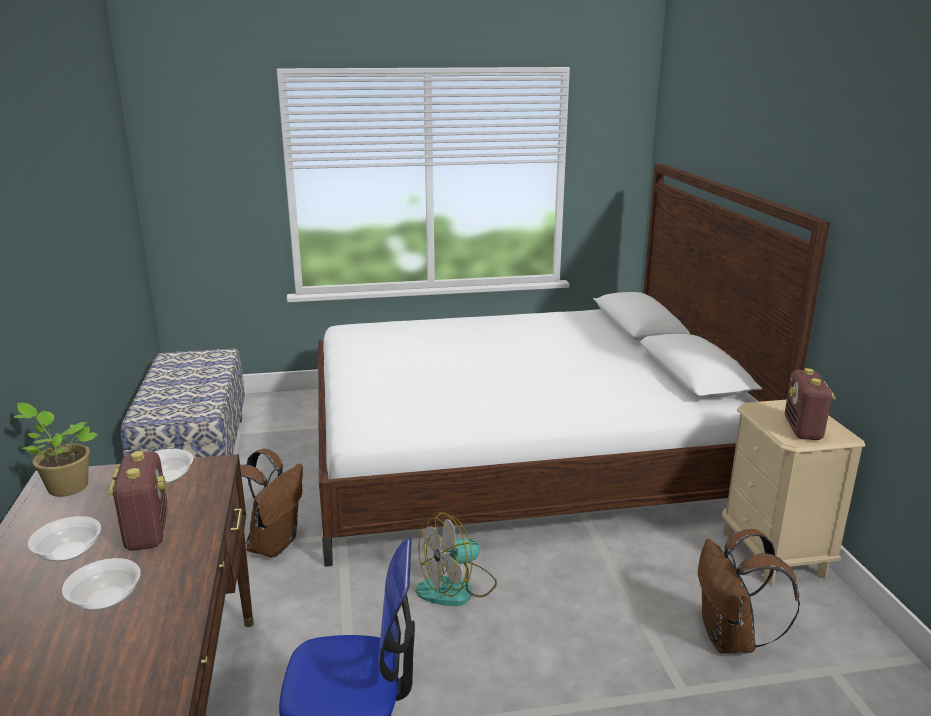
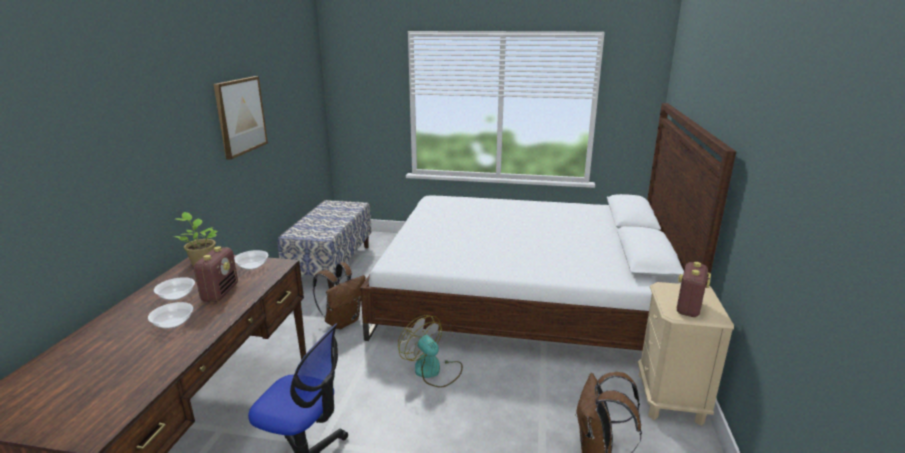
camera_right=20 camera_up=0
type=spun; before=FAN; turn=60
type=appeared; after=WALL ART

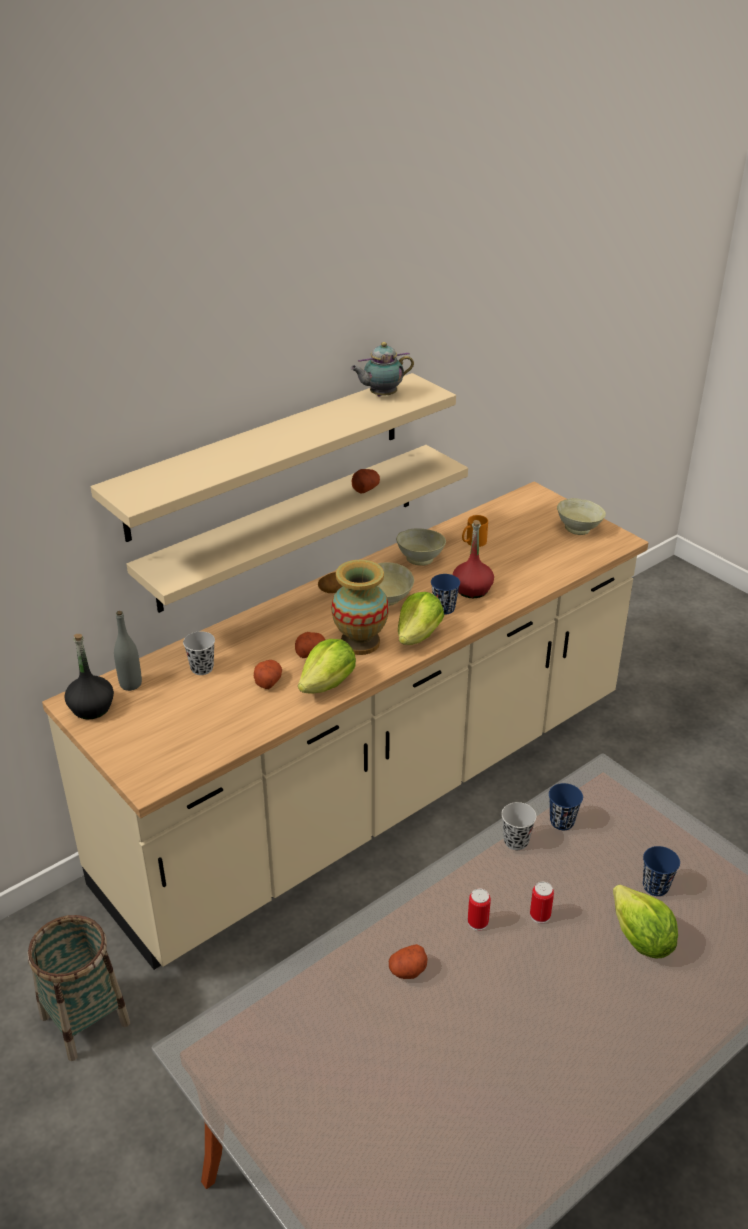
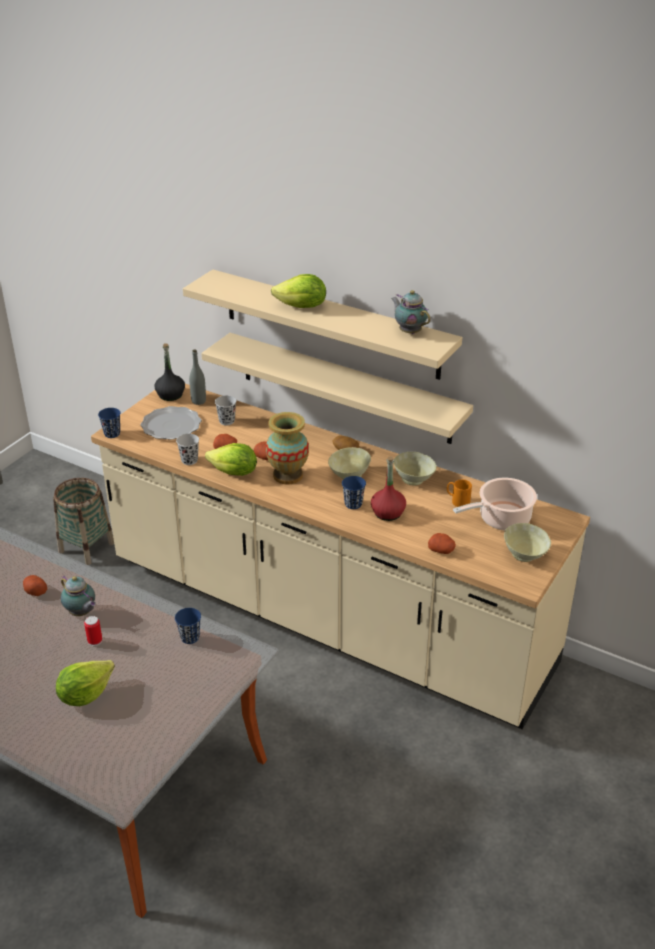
camera_right=70 camera_up=0
type=relocated; before=SPUD (no. 4 from left in the first image); after=SPUD (no. 5 from left)
type=relocated; before=HEAD OF LETTUCE (no. 2 from left in the first image); after=HEAD OF LETTUCE (no. 3 from left)
type=relocated; before=BLACK CUP (no. 2 from left in the first image); after=BLACK CUP (no. 1 from left)
type=relocated; before=BLUE-COLOURED CUP (no. 3 from left in the first image); after=BLUE-COLOURED CUP (no. 1 from left)
type=exchanged; before=SEALED CAN (no. 1 from left); after=TEAPOT (no. 1 from left)
type=appeared; after=PLATE
type=appeared; after=STOCKPOT

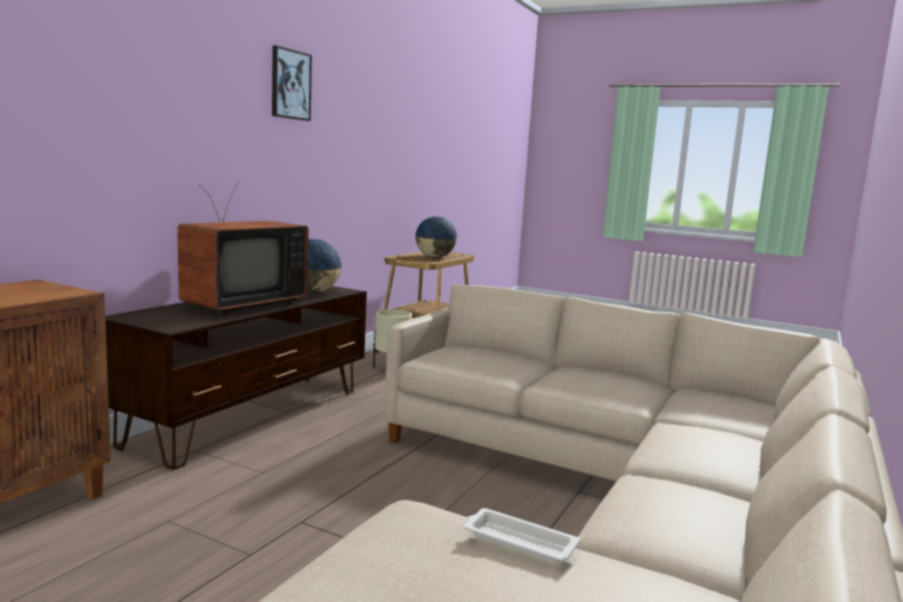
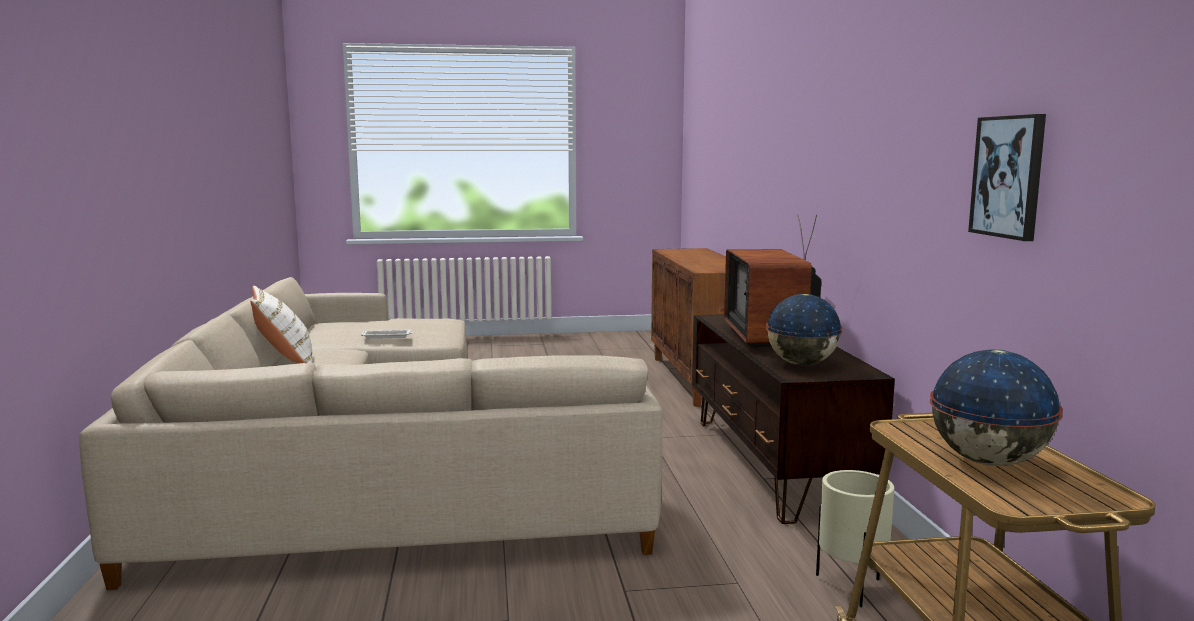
camera_right=145 camera_up=0
type=relocated; before=WALL ART
type=appeared; after=WHITE-COLOURED PILLOW

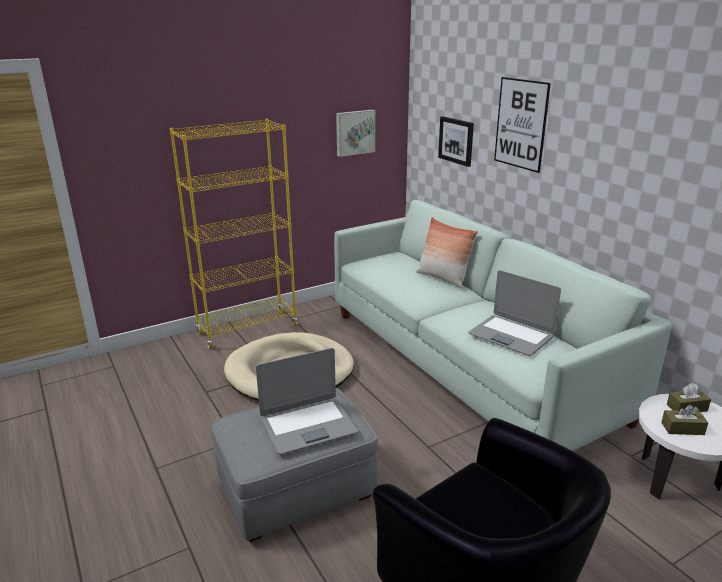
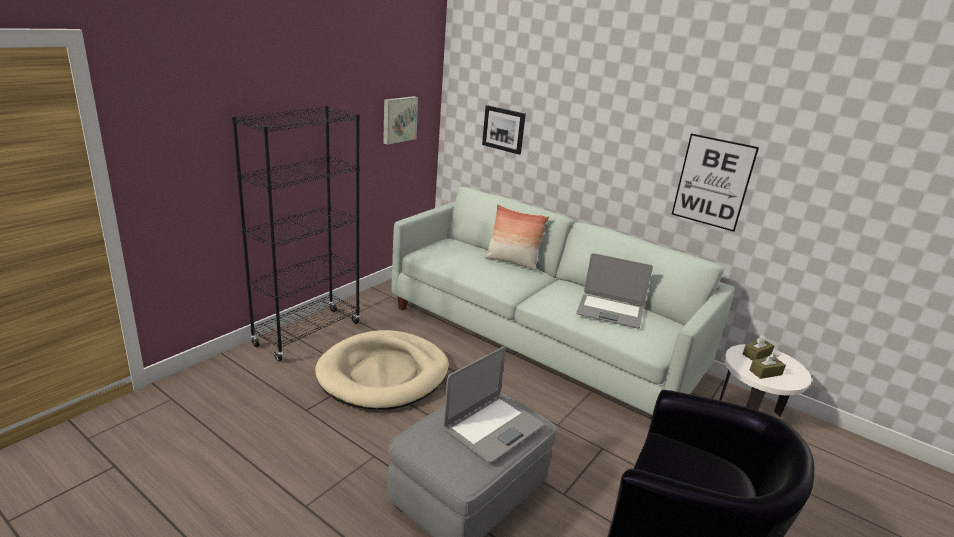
camera_right=-25 camera_up=0
type=relocated; before=WALL ART (no. 3 from left)
type=colour; before=YELLOWISH BOOKSHELF; after=BLACK BOOKSHELF

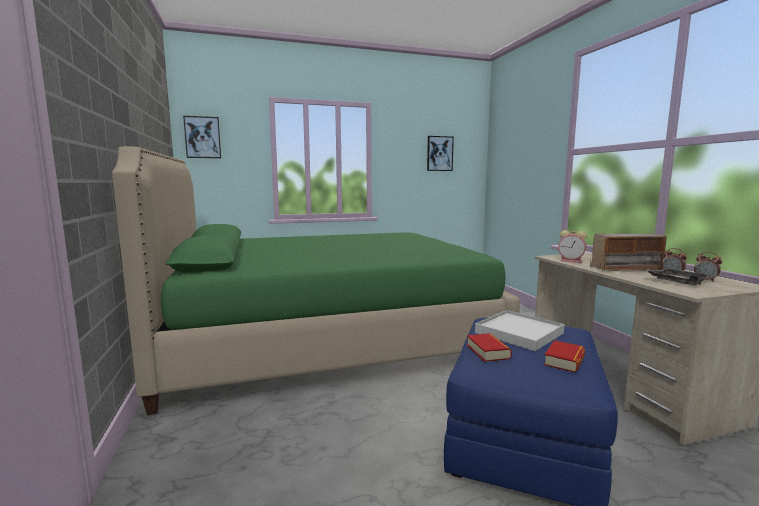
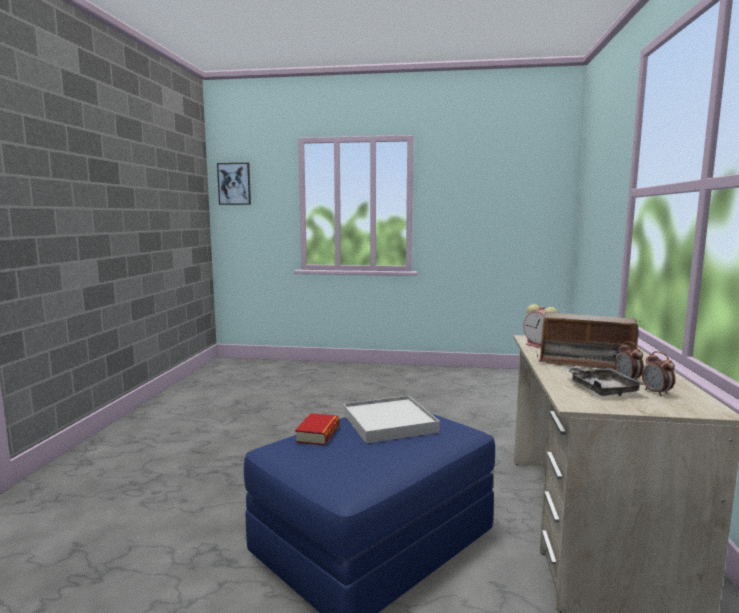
camera_right=25 camera_up=0
type=missing; before=WALL ART (no. 2 from left)
type=missing; before=GREEN BEDROOM BED
type=missing; before=VOLUME (no. 2 from left)

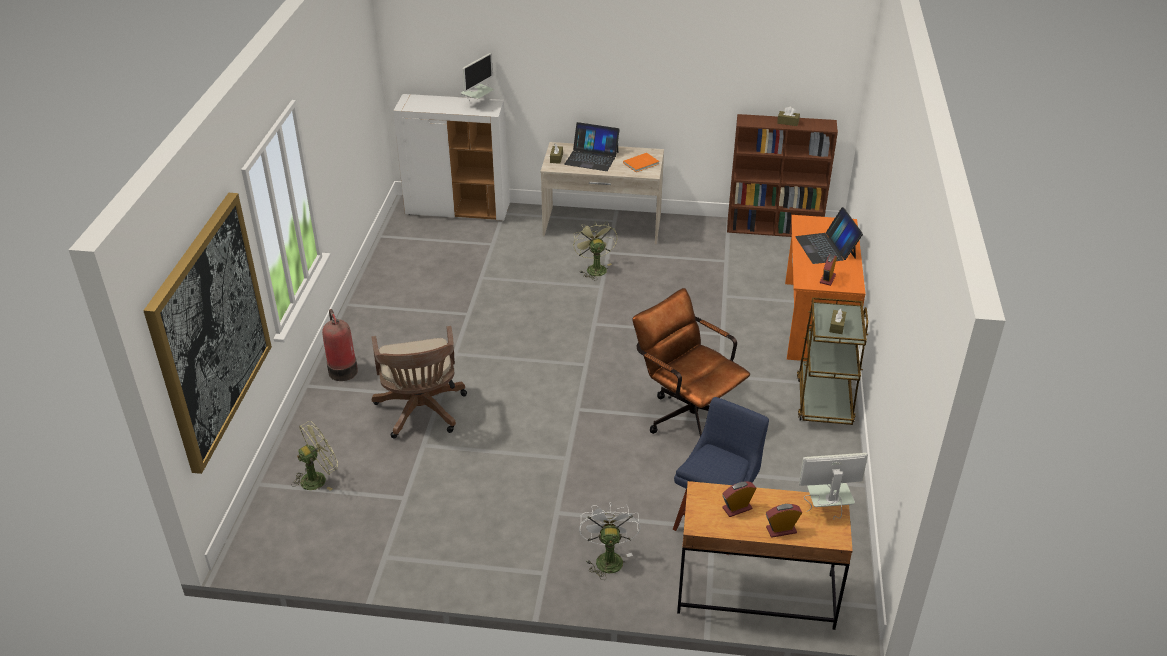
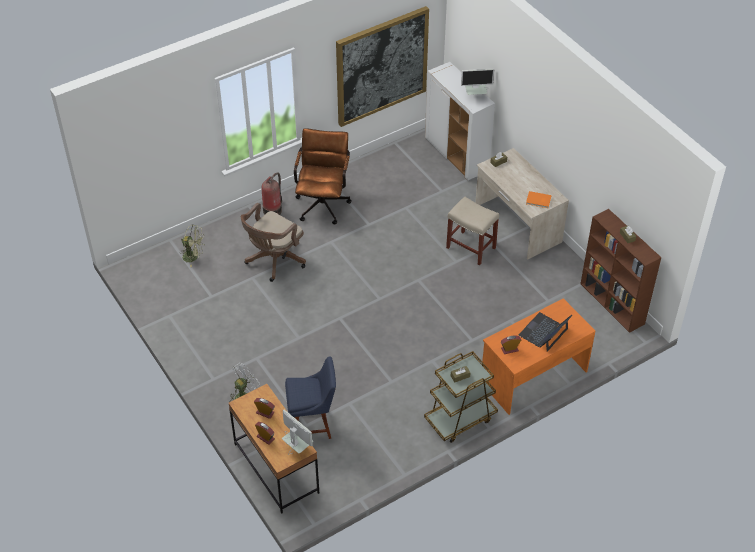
camera_right=50 camera_up=10
type=missing; before=NOTEBOOK COMPUTER (no. 1 from left)
type=relocated; before=WALL ART
type=exchanged; before=GREEN FAN (no. 2 from left); after=SAND-COLOURED SITTING STOOL
type=relocated; before=BROWN DESK CHAIR (no. 2 from left)

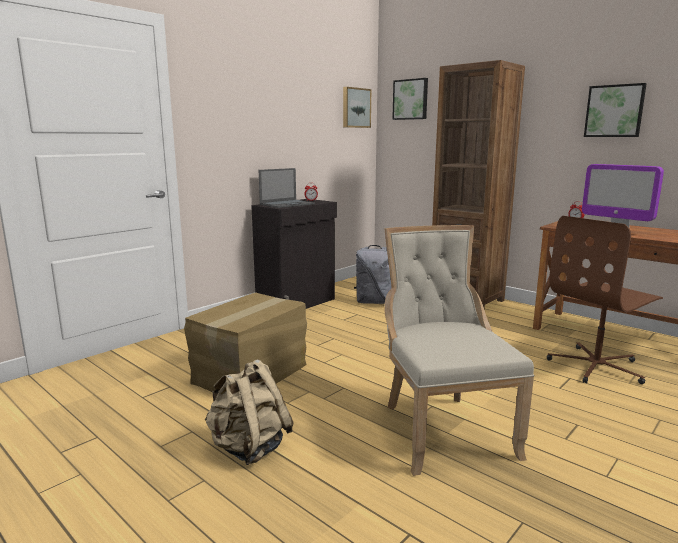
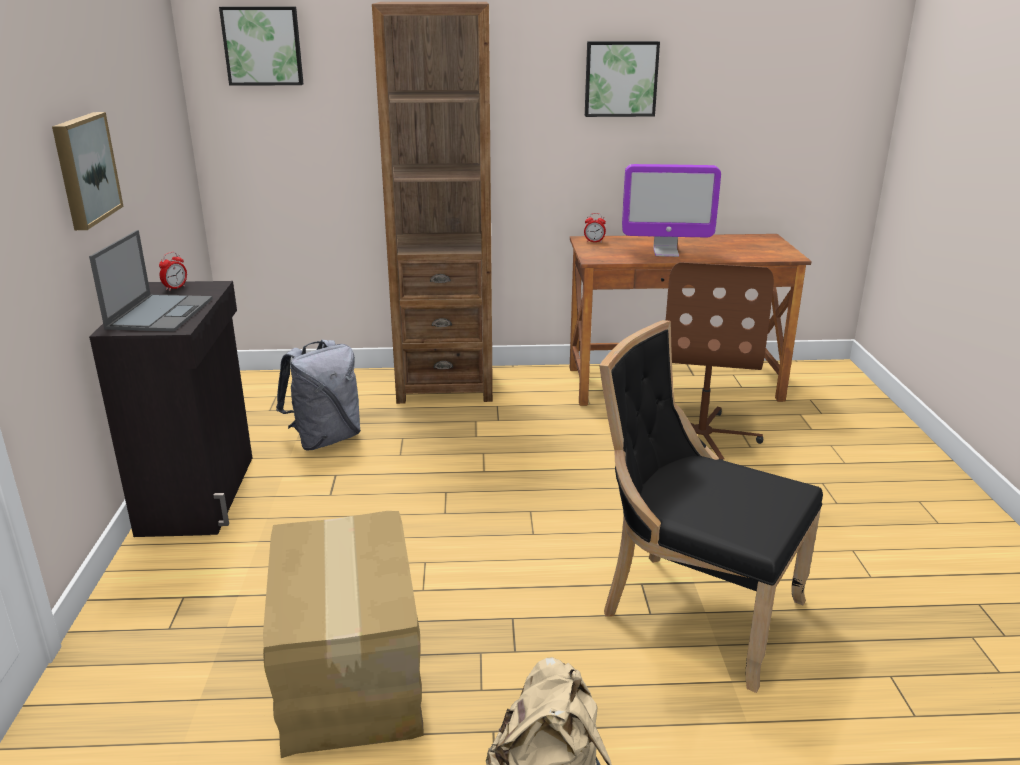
camera_right=-45 camera_up=10
type=relocated; before=WALL ART (no. 1 from left)
type=colour; before=SAND-COLOURED PLAIN CHAIR; after=BLACK PLAIN CHAIR

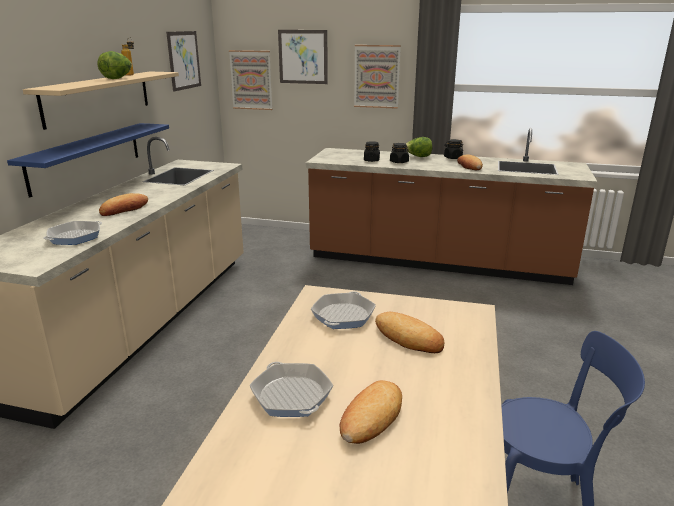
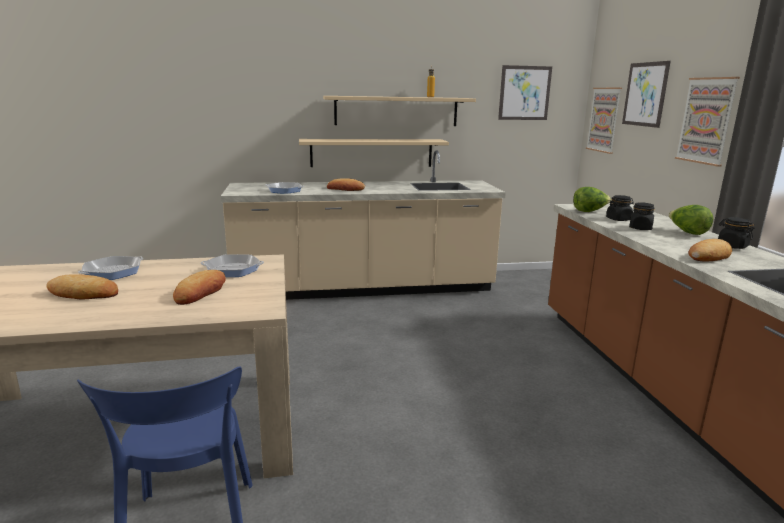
camera_right=65 camera_up=-5
type=relocated; before=HEAD OF LETTUCE (no. 1 from left)
type=colour; before=BLUE-COLOURED BRACKET SHELF; after=SAND-COLOURED BRACKET SHELF (no. 1 from left)

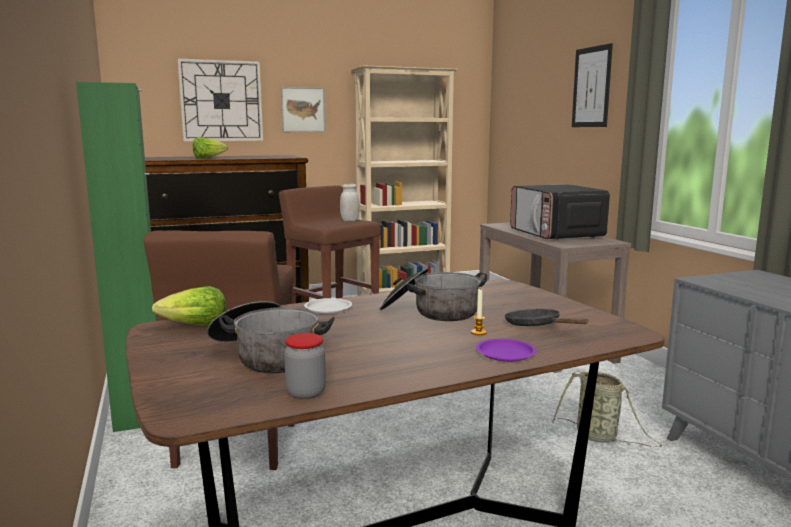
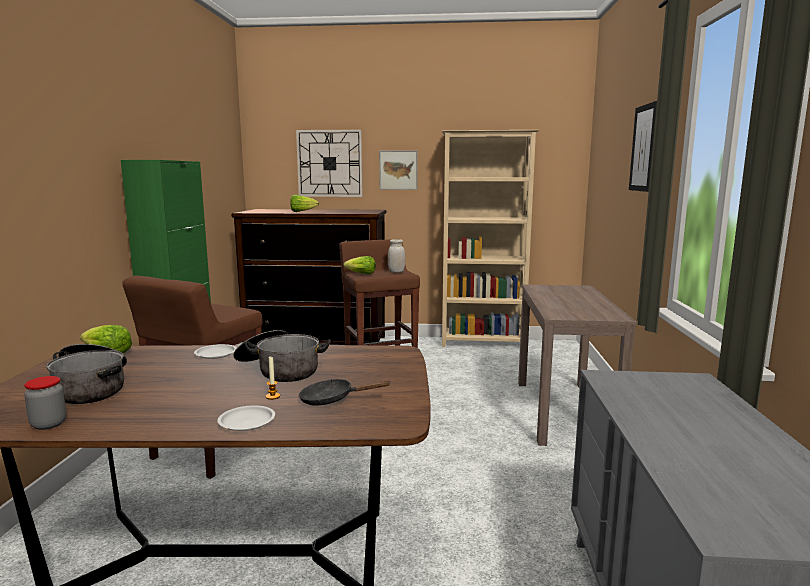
camera_right=25 camera_up=0
type=missing; before=KITCHEN MICROWAVE
type=spun; before=BLACK SKILLET; turn=-75
type=colour; before=PURPLISH PLATE; after=WHITE-COLOURED PLATE (no. 2 from left)
type=missing; before=HOUSEHOLD BASKET
type=appeared; after=HEAD OF LETTUCE (no. 3 from left)

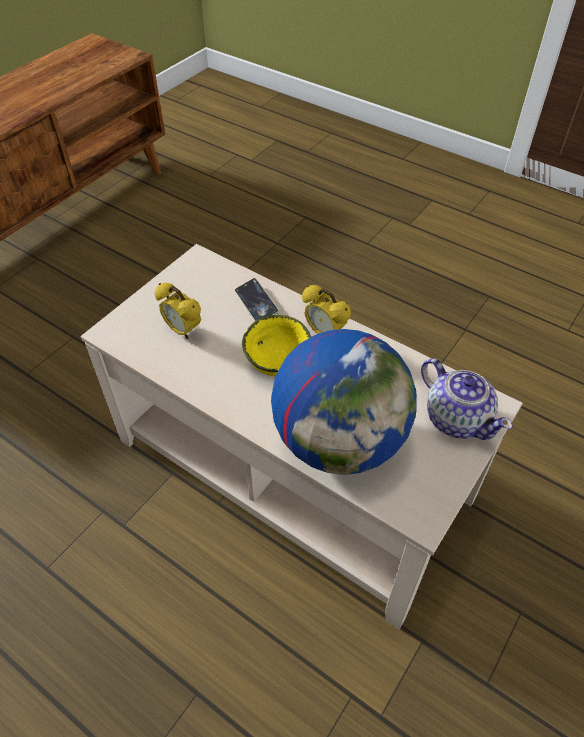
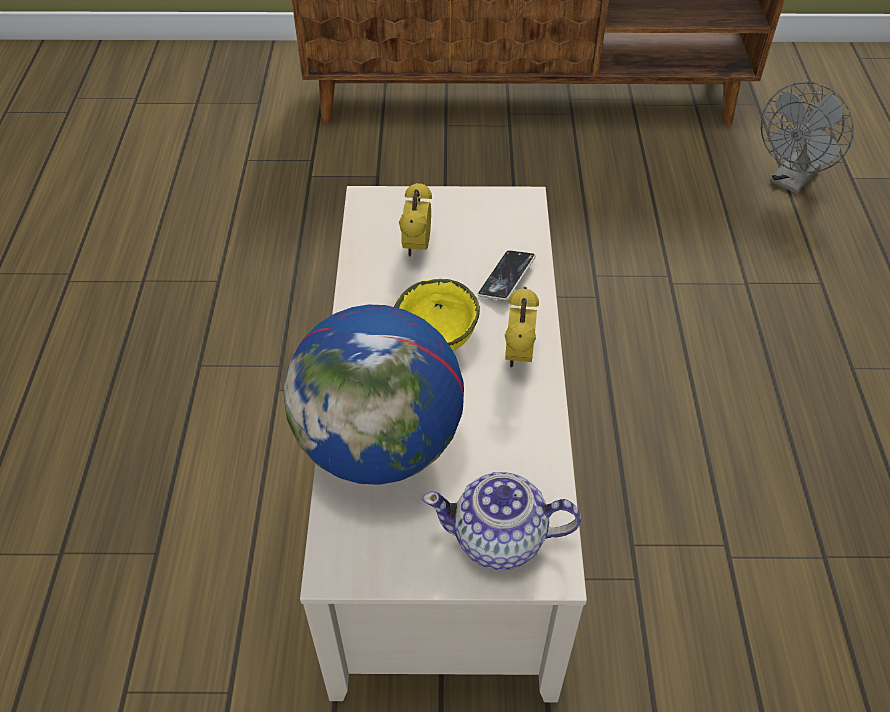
camera_right=55 camera_up=0
type=spun; before=TEAPOT; turn=75
type=appeared; after=GREYISH FAN

